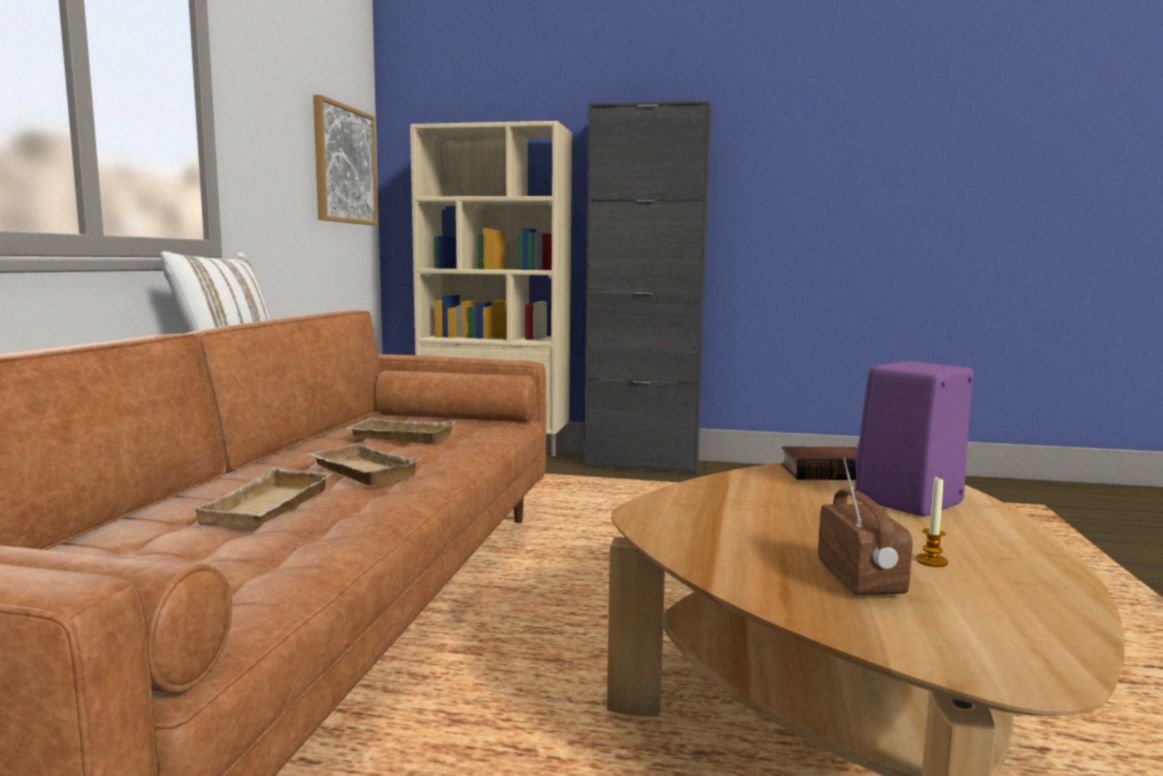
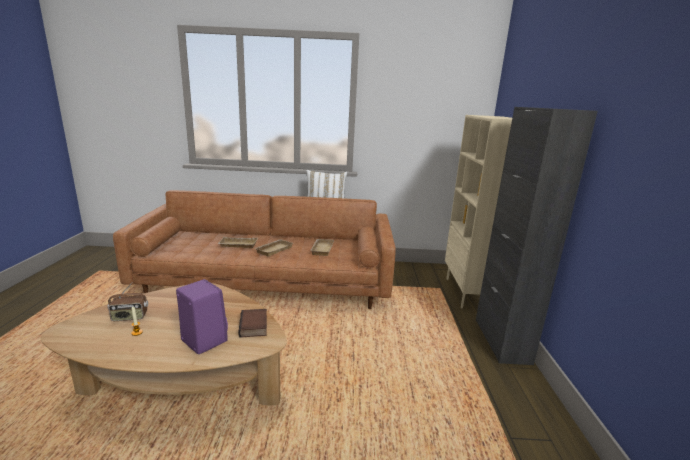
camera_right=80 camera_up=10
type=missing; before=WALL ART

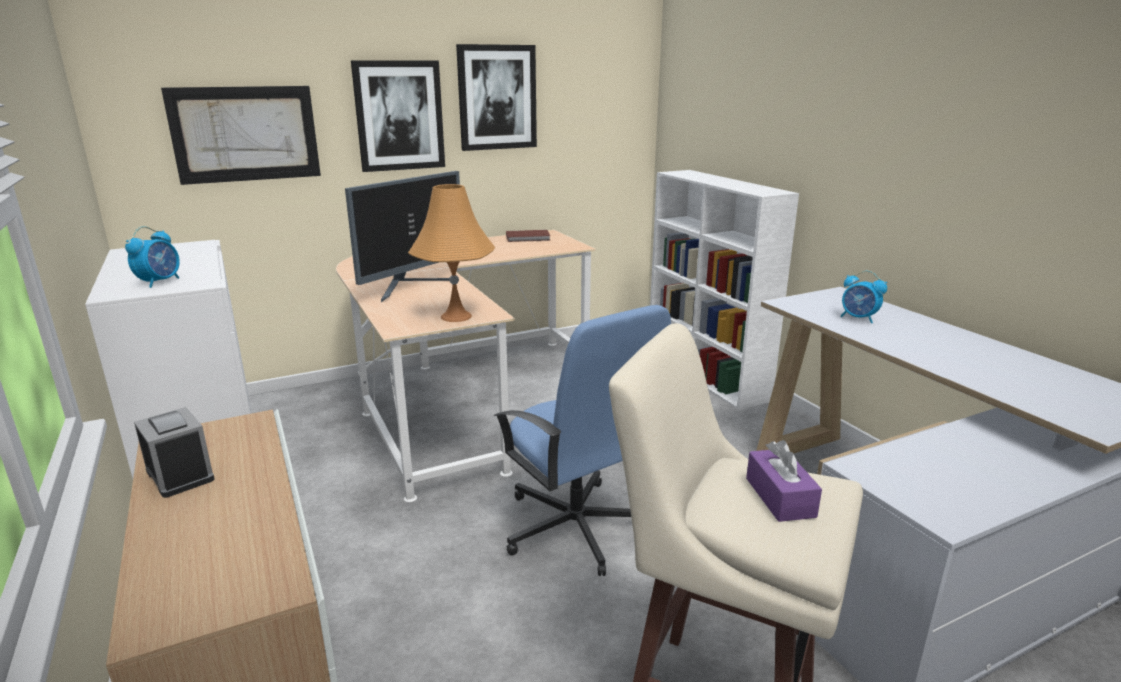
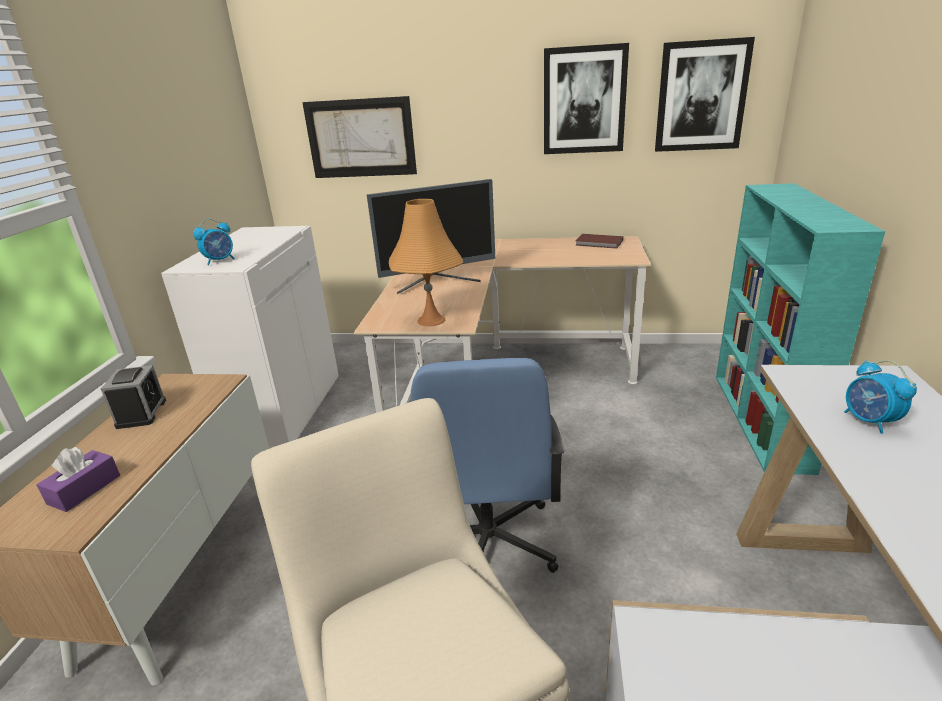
camera_right=35 camera_up=5
type=relocated; before=WALL ART (no. 2 from left in the first image); after=WALL ART (no. 3 from left)
type=colour; before=WHITE-COLOURED BOOKSHELF; after=TURQUOISE-COLOURED BOOKSHELF
type=relocated; before=PURPLISH TISSUE HOLDER

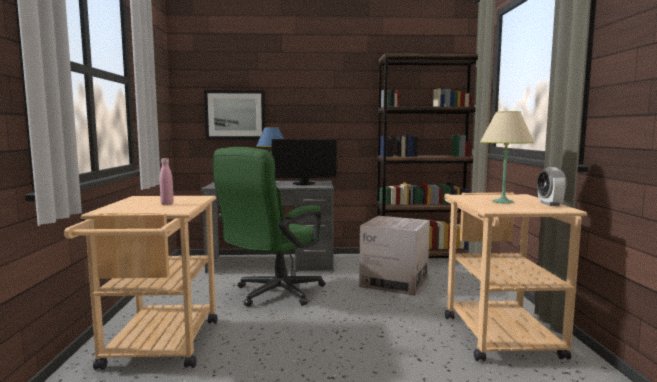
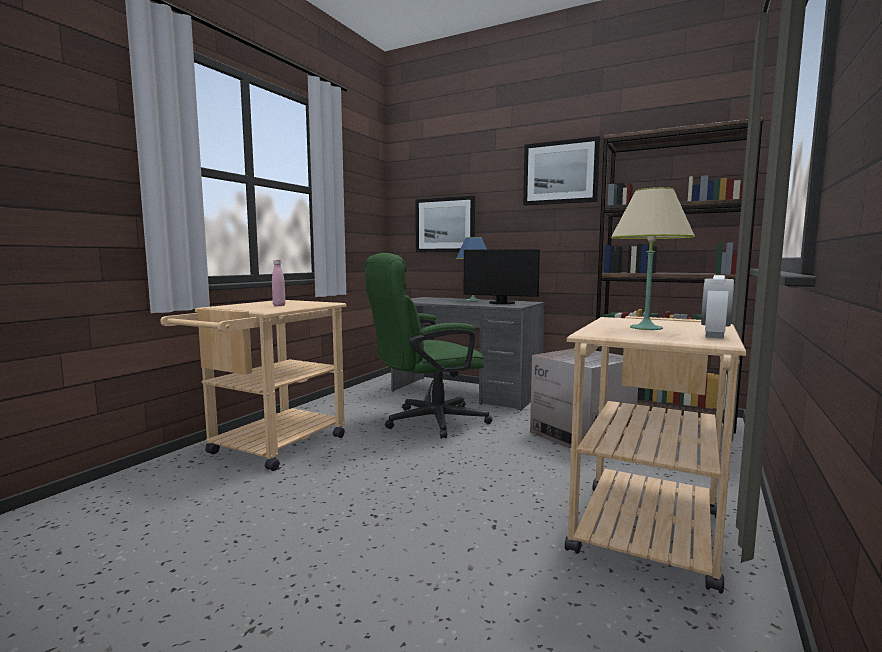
camera_right=30 camera_up=0
type=appeared; after=WALL ART (no. 2 from left)

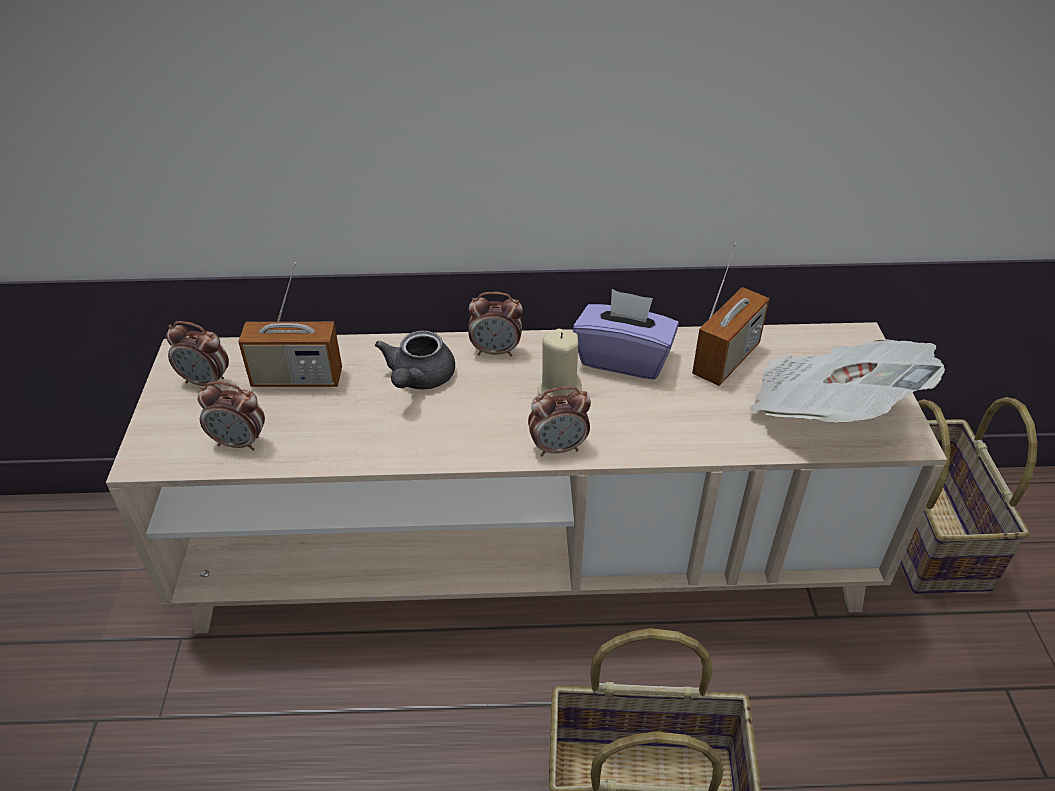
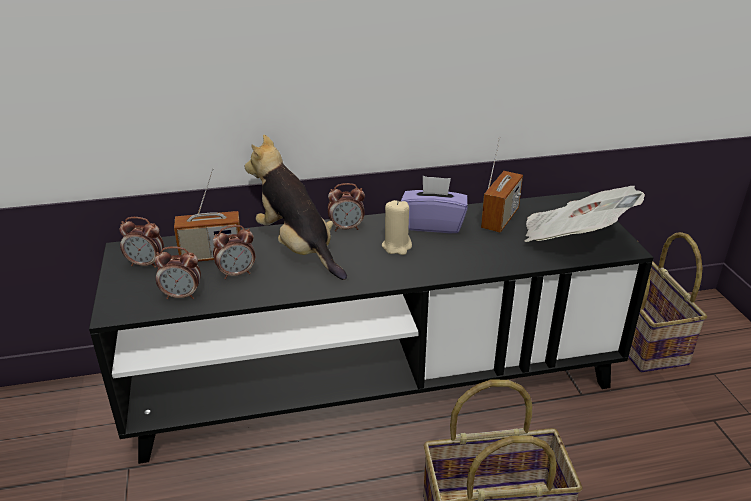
camera_right=-10 camera_up=-10
type=colour; before=SAND-COLOURED MEDIA CONSOLE; after=BLACK MEDIA CONSOLE
type=exchanged; before=GREYISH TEAPOT; after=SOFT TOY
type=relocated; before=ALARM CLOCK (no. 4 from left in the first image); after=ALARM CLOCK (no. 3 from left)

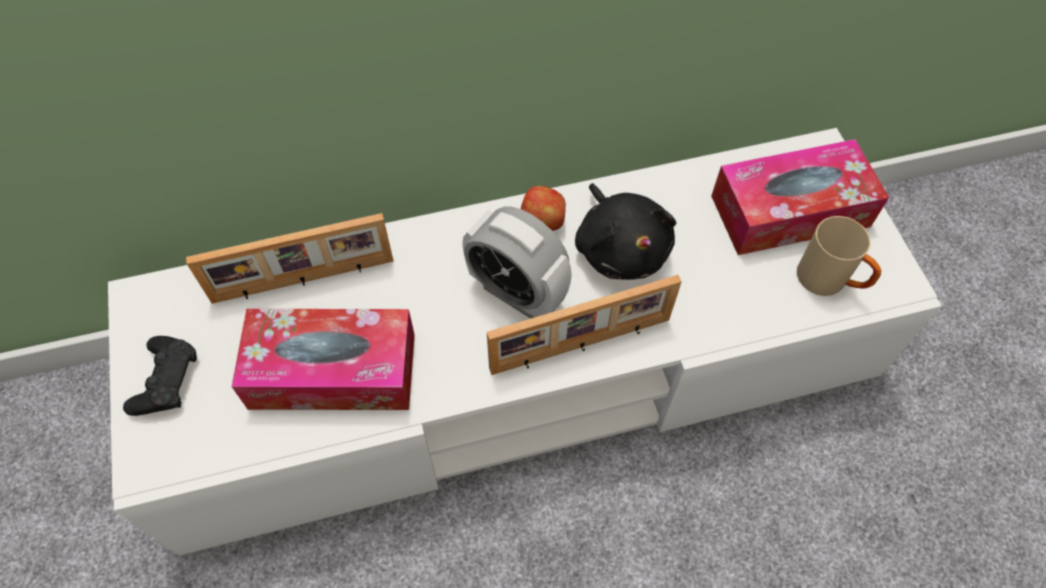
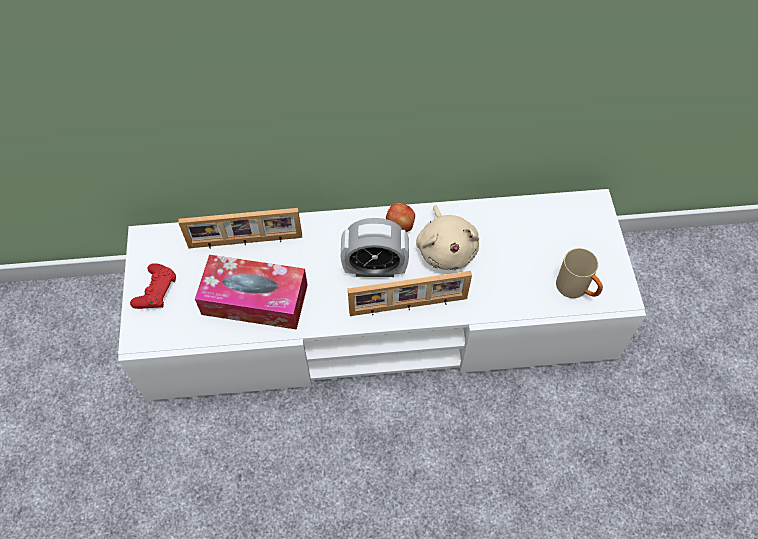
camera_right=10 camera_up=0
type=missing; before=TISSUE HOLDER (no. 2 from left)
type=colour; before=BLACK SOFT TOY; after=SAND-COLOURED SOFT TOY
type=spun; before=ALARM CLOCK; turn=-45
type=colour; before=BLACK GAMEPAD; after=RED-COLOURED GAMEPAD

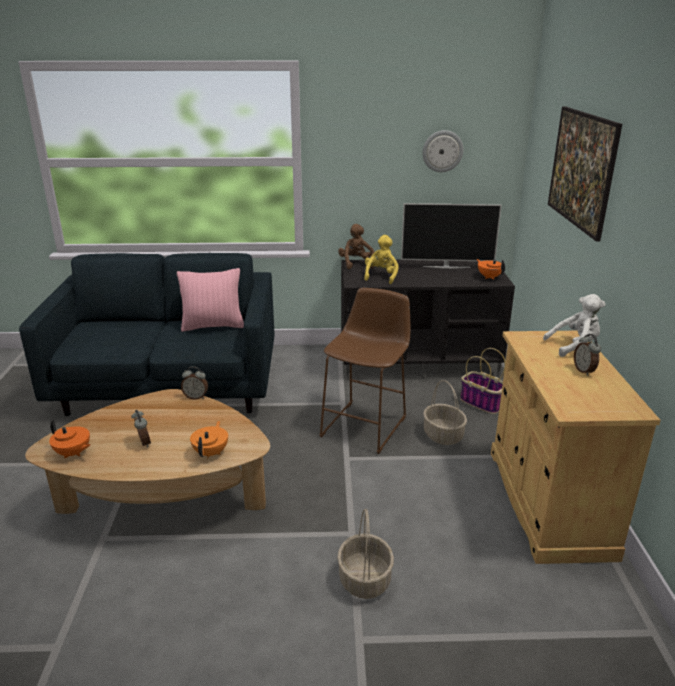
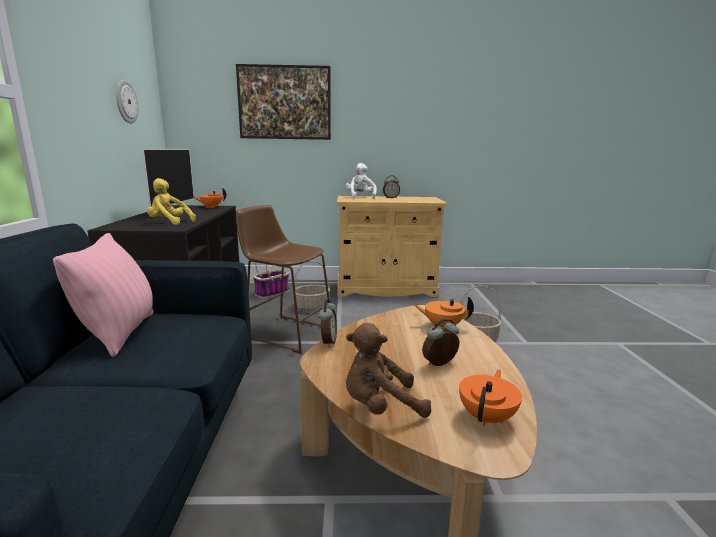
camera_right=-90 camera_up=-10
type=relocated; before=BROWN SOFT TOY

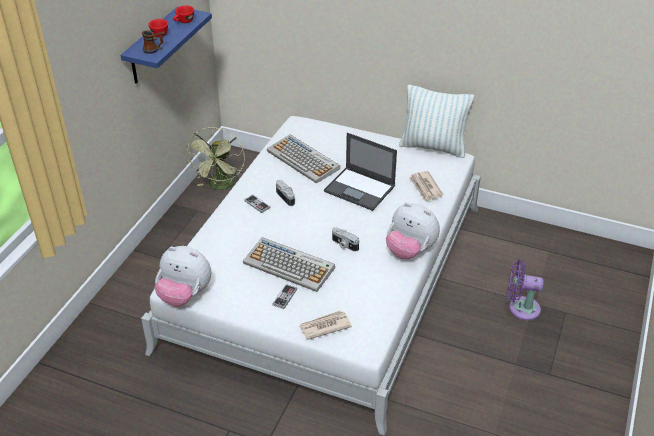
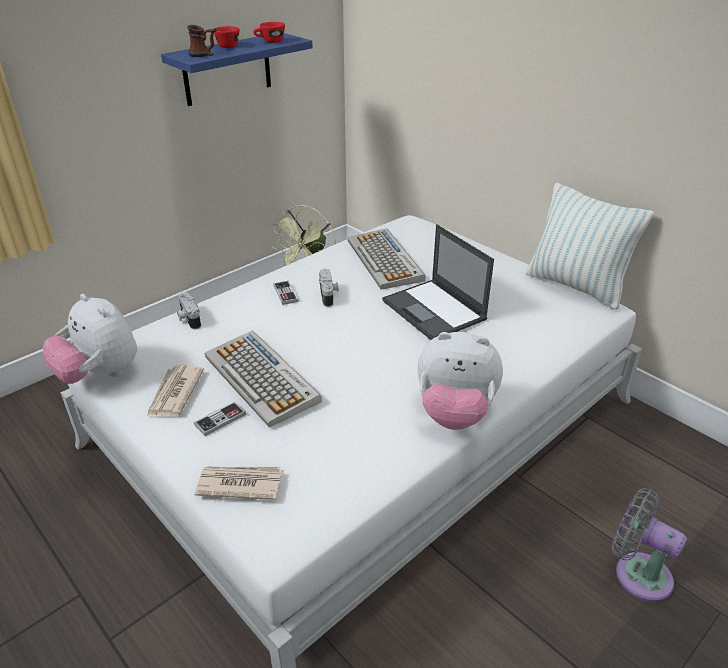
camera_right=25 camera_up=-5
type=relocated; before=DAILY PAPER (no. 2 from left in the first image); after=DAILY PAPER (no. 1 from left)
type=spun; before=SOFT TOY (no. 2 from left); turn=-45
type=relocated; before=STILL CAMERA (no. 2 from left in the first image); after=STILL CAMERA (no. 1 from left)
type=colour; before=PURPLISH FAN; after=GREYISH FAN

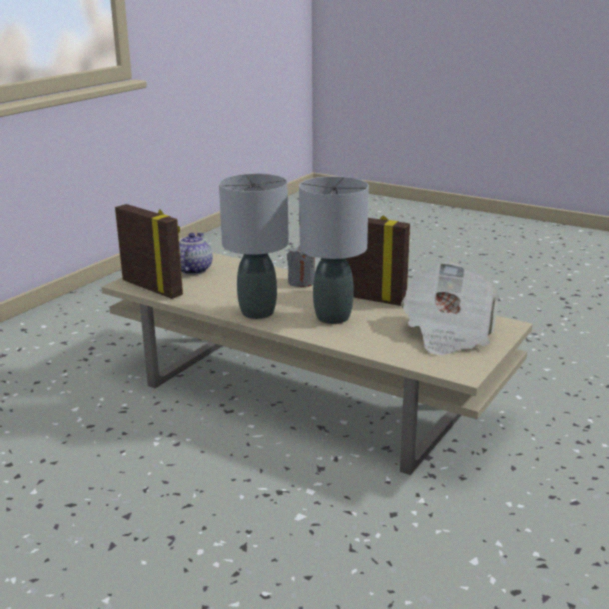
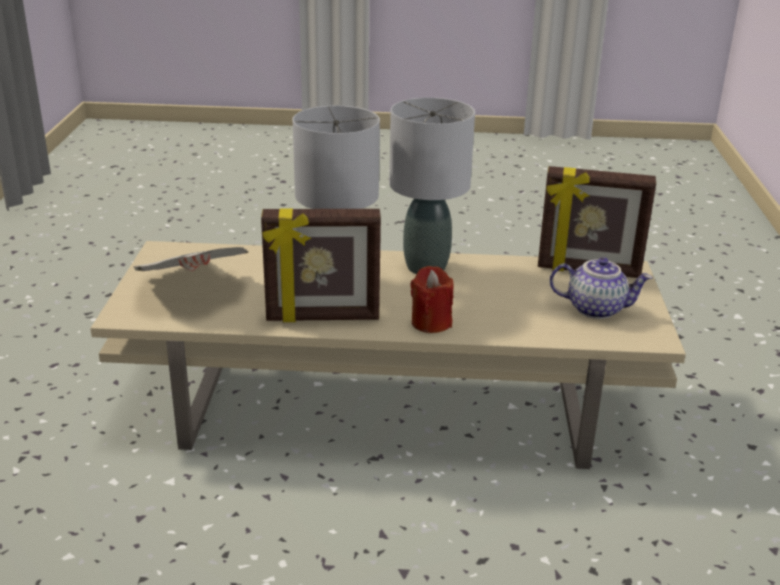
camera_right=150 camera_up=5
type=spun; before=TEAPOT; turn=-60
type=colour; before=GREYISH WAX CANDLE; after=RED-COLOURED WAX CANDLE

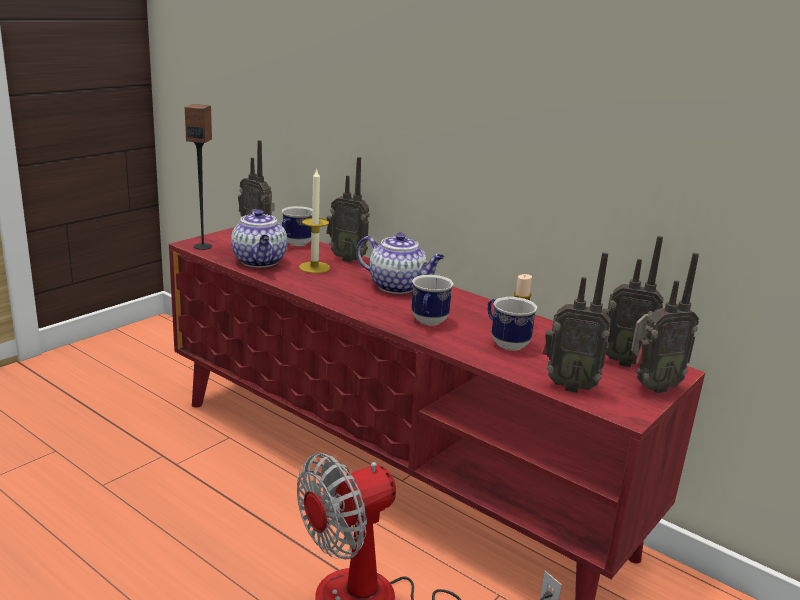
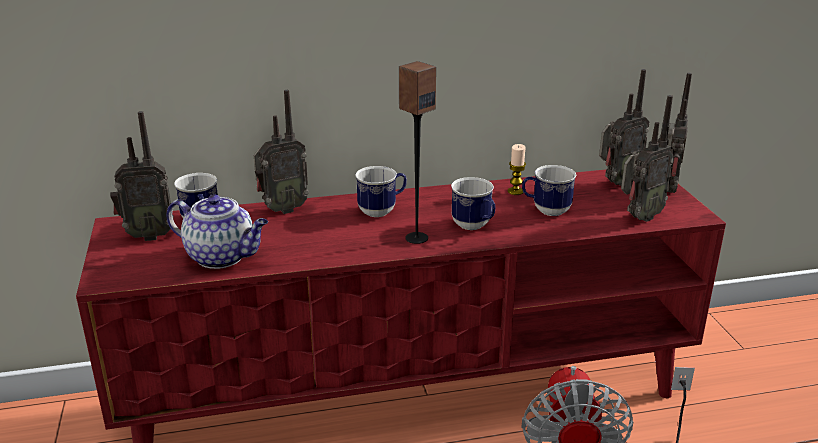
camera_right=-50 camera_up=5
type=relocated; before=AUDIO SPEAKER
type=missing; before=WAX CANDLE (no. 1 from left)
type=exchanged; before=TEAPOT (no. 2 from left); after=MUG (no. 2 from left)

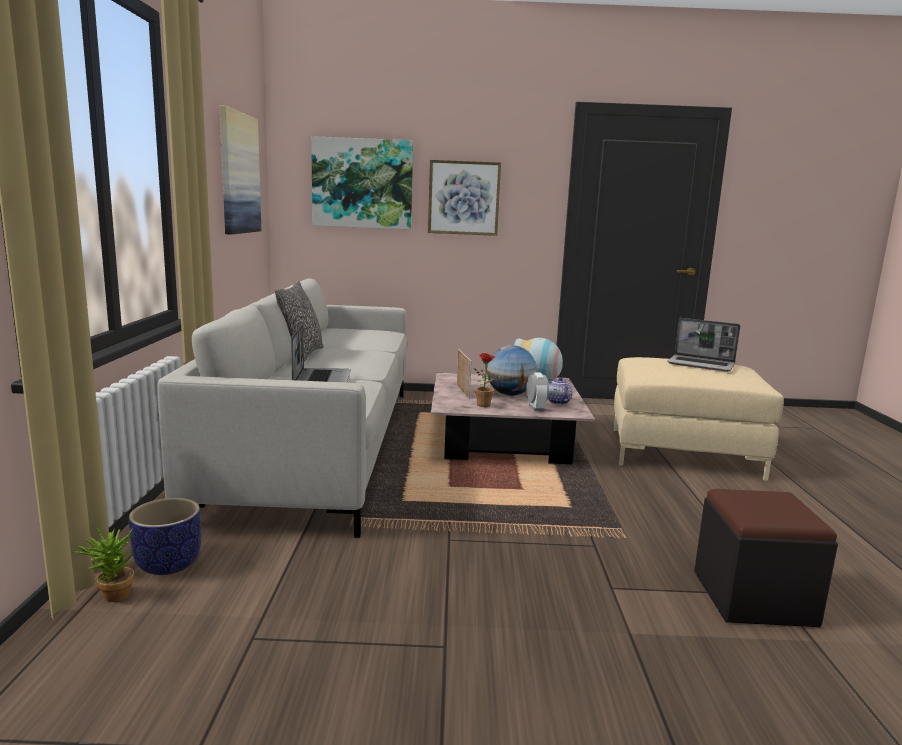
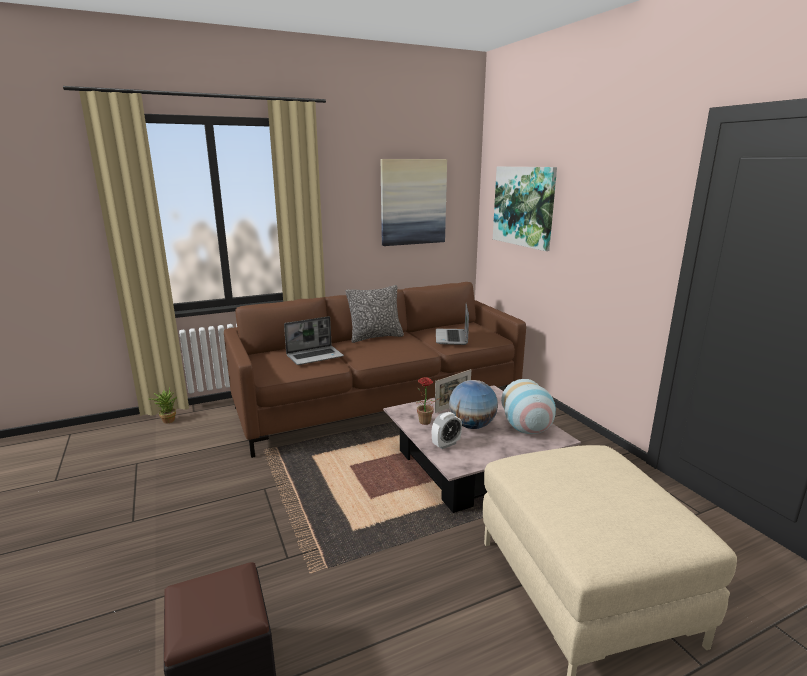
camera_right=65 camera_up=5
type=missing; before=WALL ART (no. 3 from left)
type=colour; before=GREYISH SETTEE; after=BROWN SETTEE
type=relocated; before=NOTEBOOK COMPUTER (no. 2 from left)
type=missing; before=TEAPOT
type=missing; before=PLANTER

